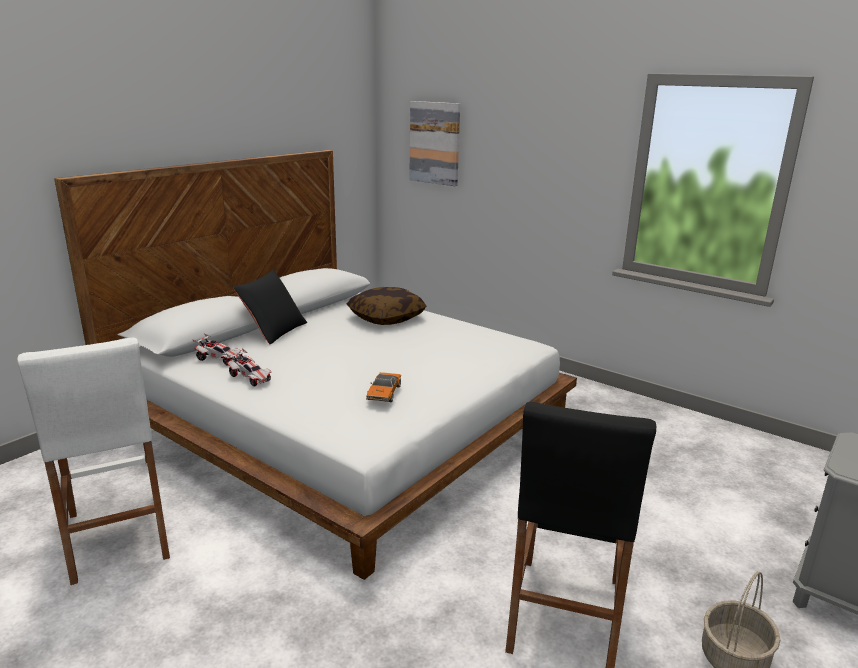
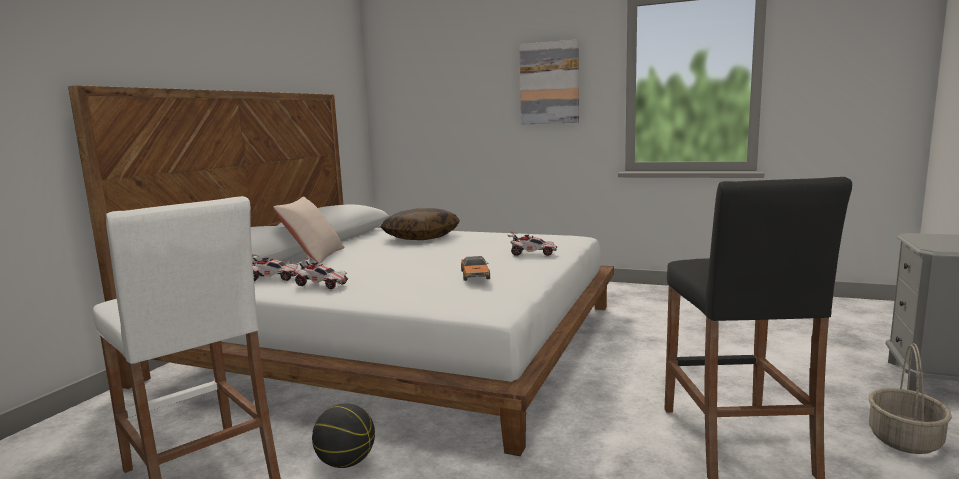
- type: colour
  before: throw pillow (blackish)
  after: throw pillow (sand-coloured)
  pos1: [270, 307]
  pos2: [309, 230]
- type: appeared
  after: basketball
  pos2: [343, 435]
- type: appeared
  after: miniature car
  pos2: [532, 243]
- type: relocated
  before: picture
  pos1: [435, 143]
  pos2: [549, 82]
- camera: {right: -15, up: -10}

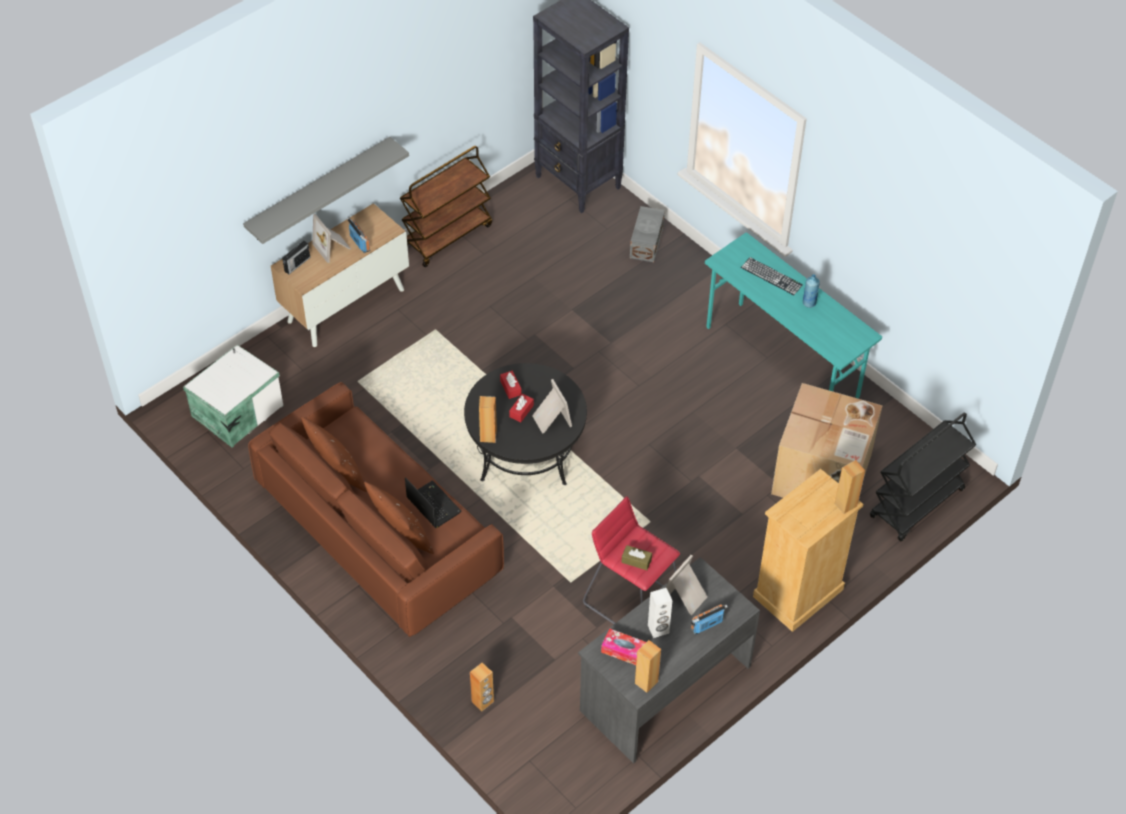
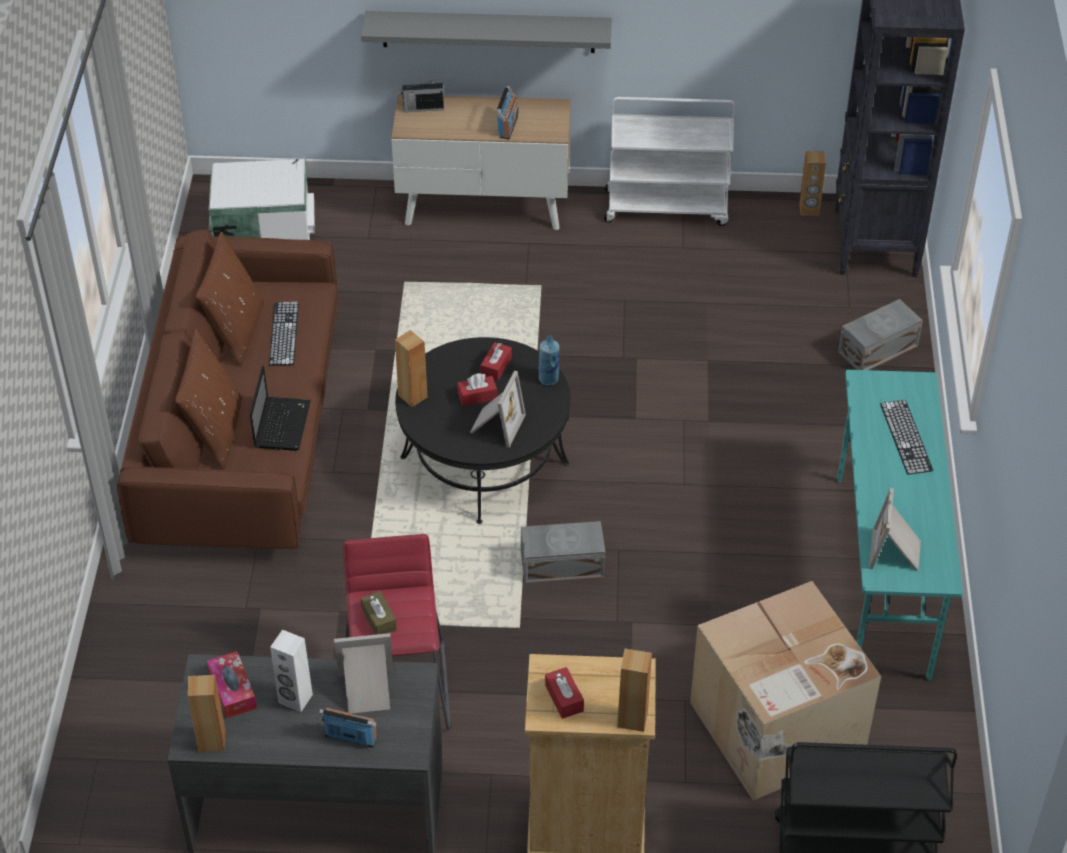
- type: appeared
  after: keyboard
  pos2: [284, 333]
- type: appeared
  after: storage bin (greyish)
  pos2: [563, 552]
- type: relocated
  before: beverage bottle (blue-coloured)
  pos1: [811, 291]
  pos2: [549, 360]
- type: appeared
  after: box of tissues (red)
  pos2: [564, 693]
- type: colour
  before: cart (brownish)
  after: cart (white)
  pos1: [446, 206]
  pos2: [669, 161]
- type: relocated
  before: audio speaker (brownish)
  pos1: [482, 687]
  pos2: [812, 183]
- type: relocated
  before: standing frame
  pos1: [331, 238]
  pos2: [895, 529]
- camera: {right: 45, up: -5}

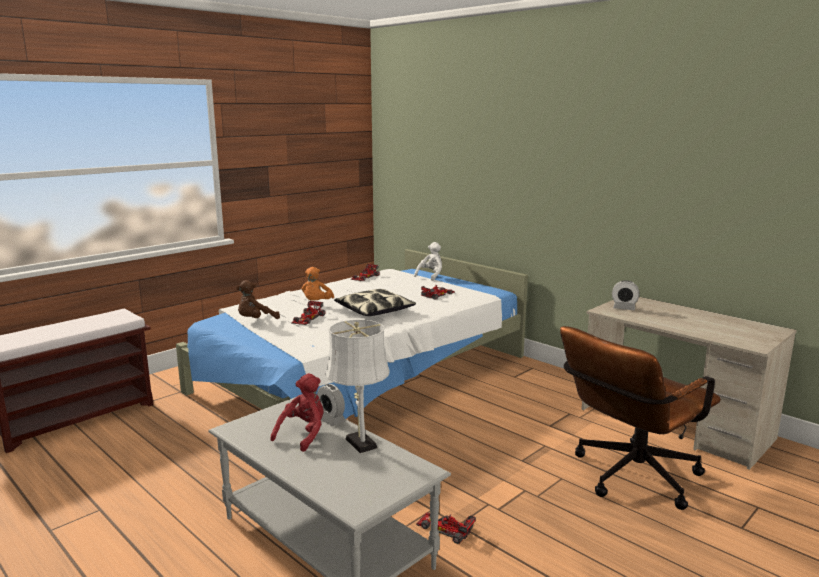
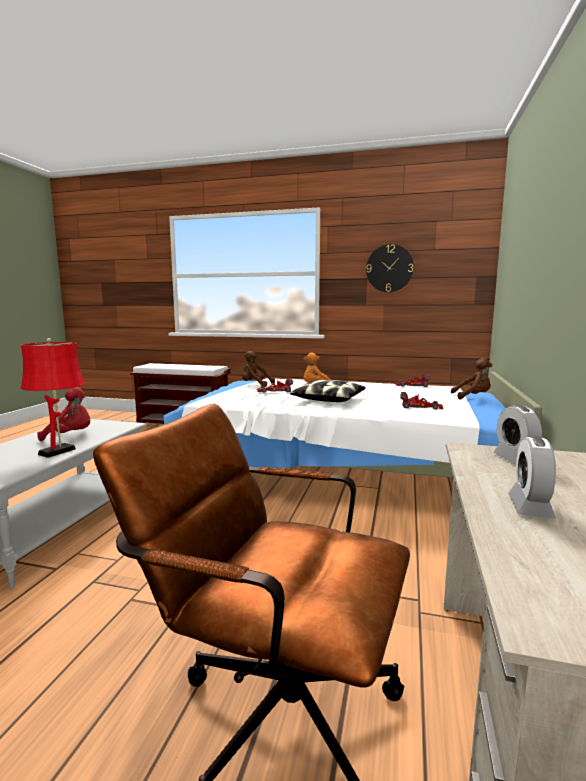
- type: colour
  before: tabletop lamp (white)
  after: tabletop lamp (red)
  pos1: [357, 386]
  pos2: [53, 398]
- type: appeared
  after: hanging clock
  pos2: [390, 268]
- type: colour
  before: plush toy (white)
  after: plush toy (brownish)
  pos1: [428, 261]
  pos2: [472, 379]
- type: relocated
  before: bedside clock
  pos1: [331, 405]
  pos2: [532, 477]
- type: missing
  before: miniature car
  pos1: [446, 528]
- camera: {right: 60, up: -5}

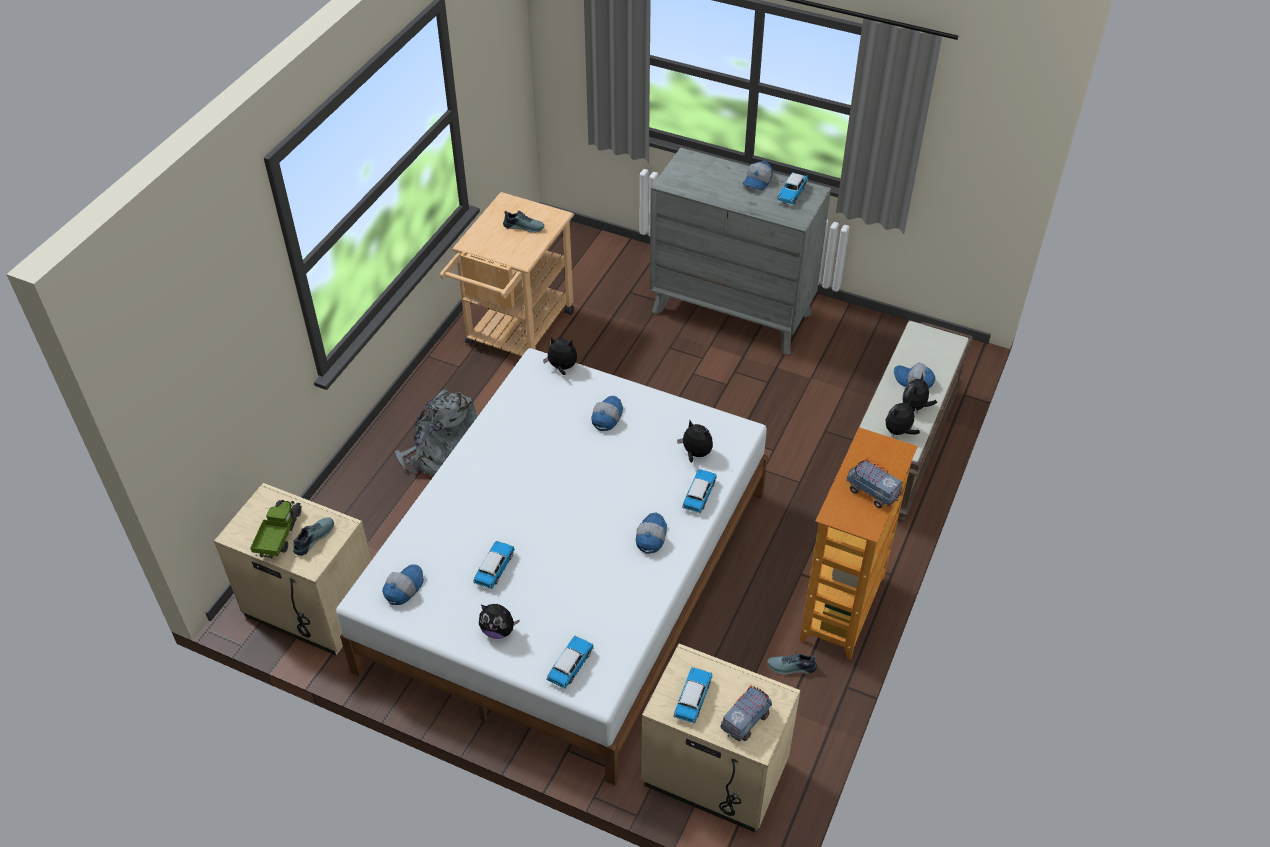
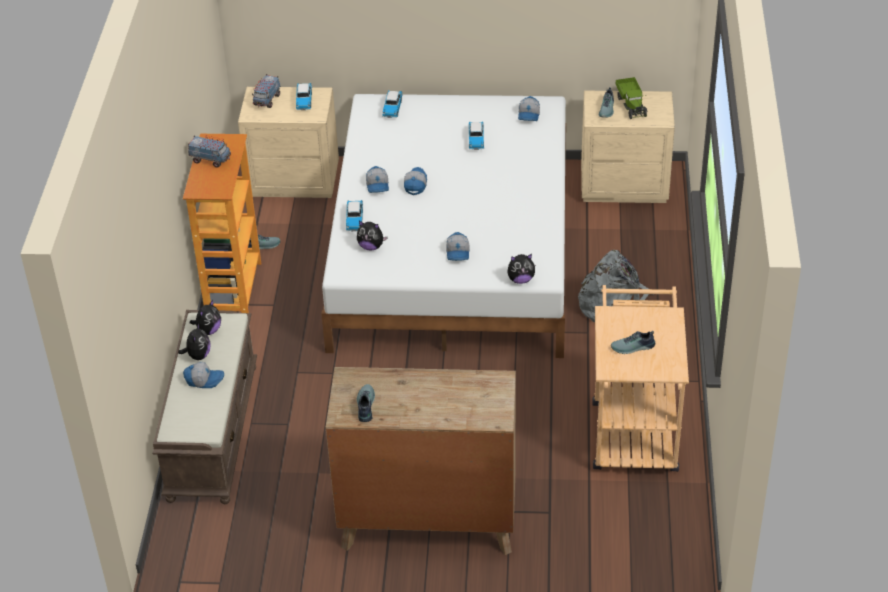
- type: colour
  before: dresser (greyish)
  after: dresser (brownish)
  pos1: [740, 250]
  pos2: [421, 461]
- type: exchanged
  before: miniature car
  after: low shoe
  pos1: [792, 188]
  pos2: [366, 403]
- type: relocated
  before: baseball cap
  pos1: [758, 175]
  pos2: [415, 181]
- type: missing
  before: plush toy
  pos1: [499, 621]
- camera: {right: 160, up: -5}

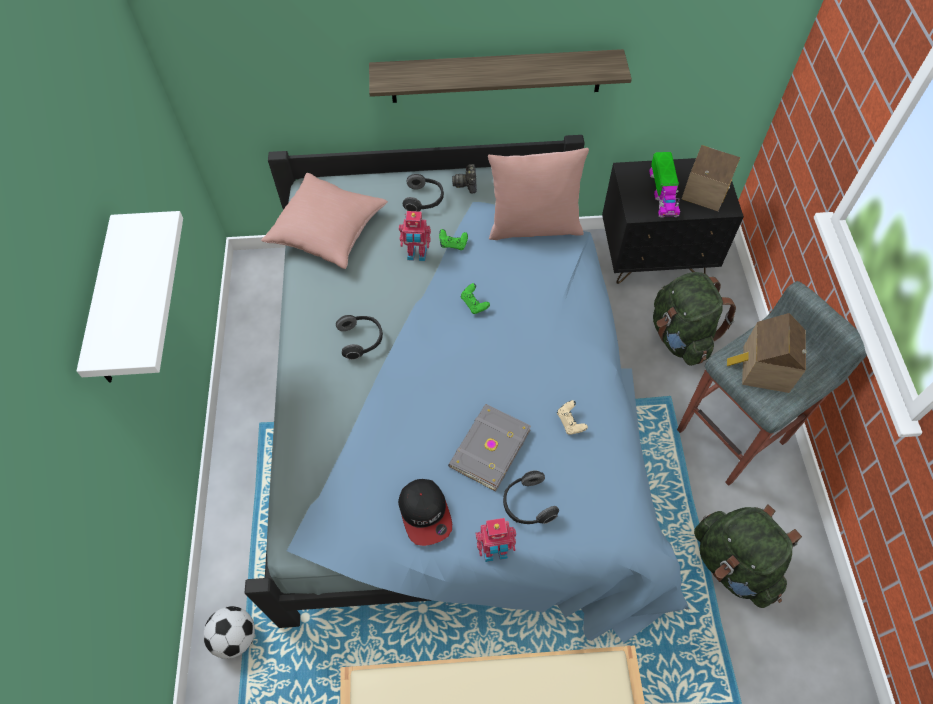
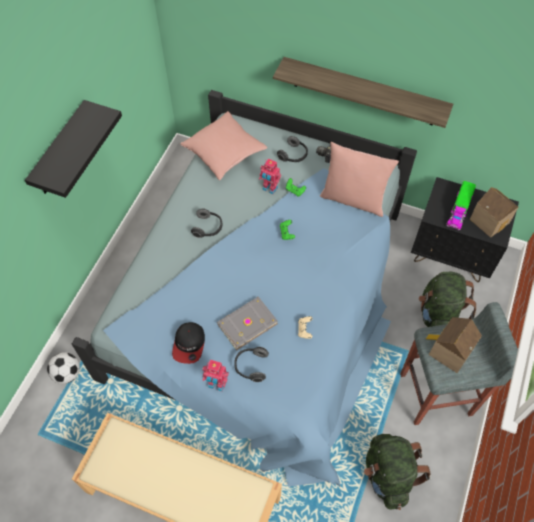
- type: colour
  before: bracket shelf (white)
  after: bracket shelf (blackish)
  pos1: [130, 297]
  pos2: [73, 149]
- camera: {right: 25, up: 0}

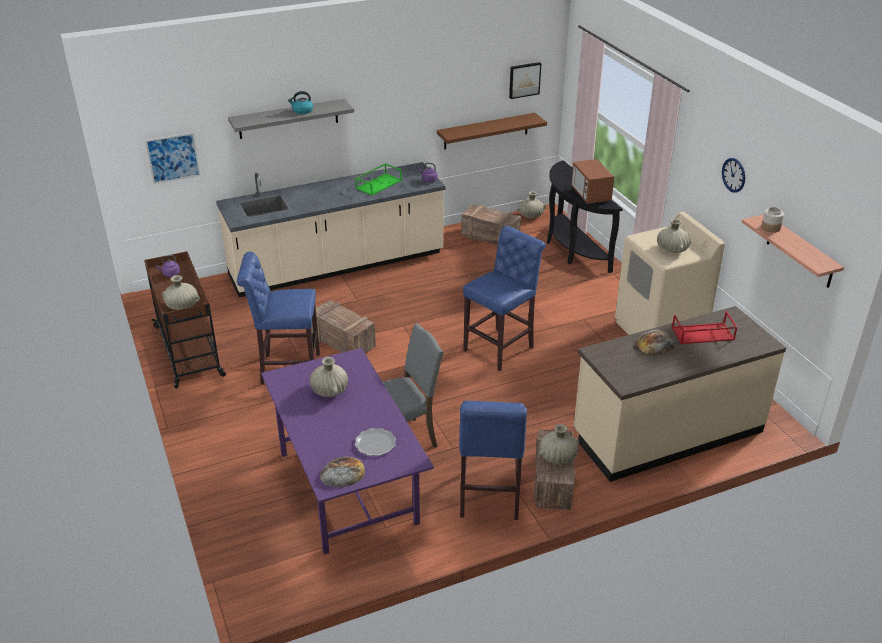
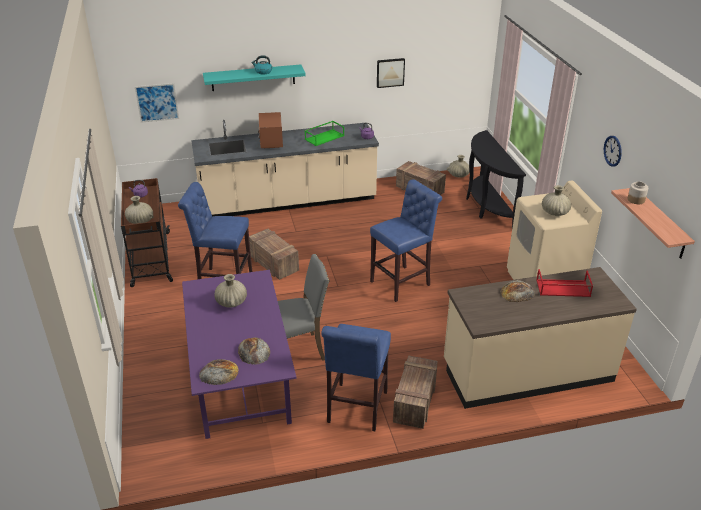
- type: colour
  before: bracket shelf (greyish)
  after: bracket shelf (turquoise-coloured)
  pos1: [291, 119]
  pos2: [254, 77]
- type: exchanged
  before: dinner plate
  after: bread
  pos1: [375, 442]
  pos2: [254, 351]
- type: relocated
  before: microwave oven
  pos1: [592, 181]
  pos2: [270, 130]
- type: relocated
  before: picture
  pos1: [525, 80]
  pos2: [391, 73]
- type: missing
  before: bracket shelf (brownish)
  pos1: [492, 131]
- type: missing
  before: flower vase (sand-coloured)
  pos1: [559, 444]
- camera: {right: 10, up: 0}

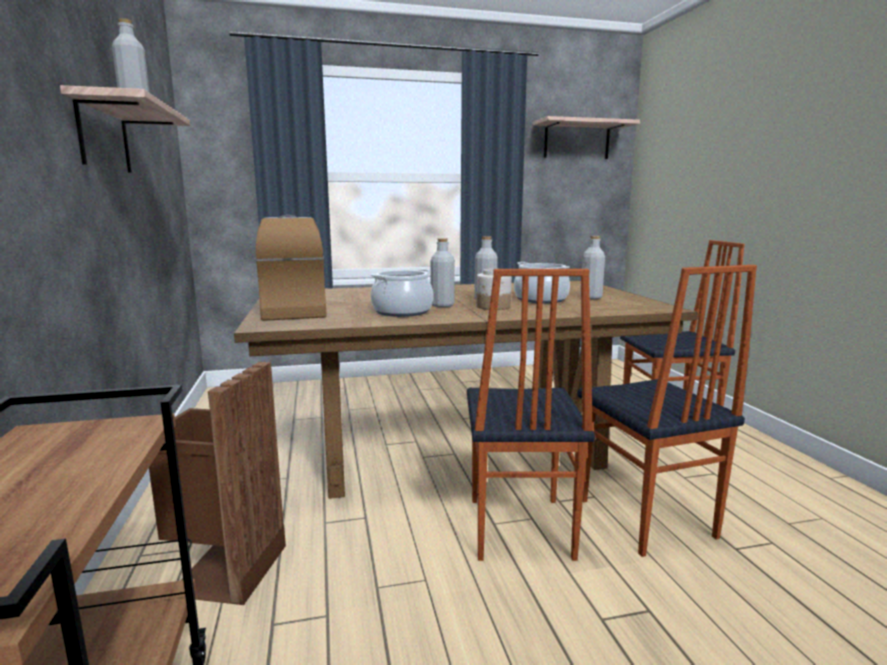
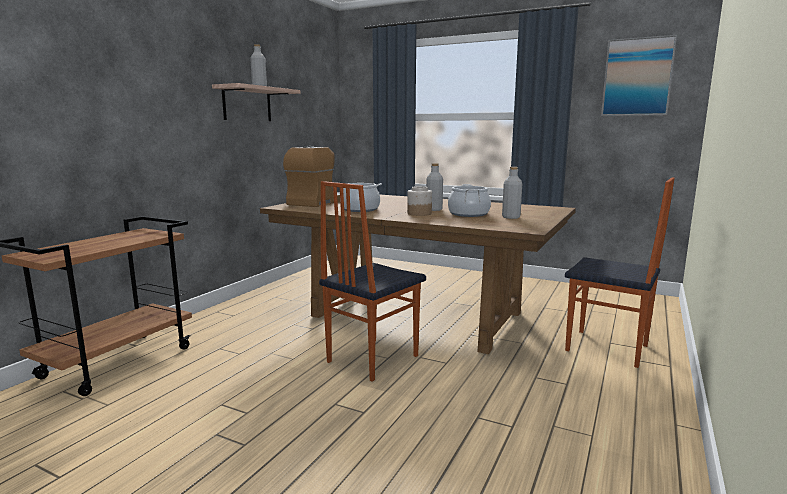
- type: exchanged
  before: bracket shelf
  after: picture
  pos1: [586, 137]
  pos2: [639, 75]
- type: missing
  before: waste bin (brownish)
  pos1: [217, 483]
- type: missing
  before: beverage bottle (greyish)
  pos1: [442, 272]
- type: missing
  before: plain chair
  pos1: [667, 411]
- camera: {right: 40, up: 0}

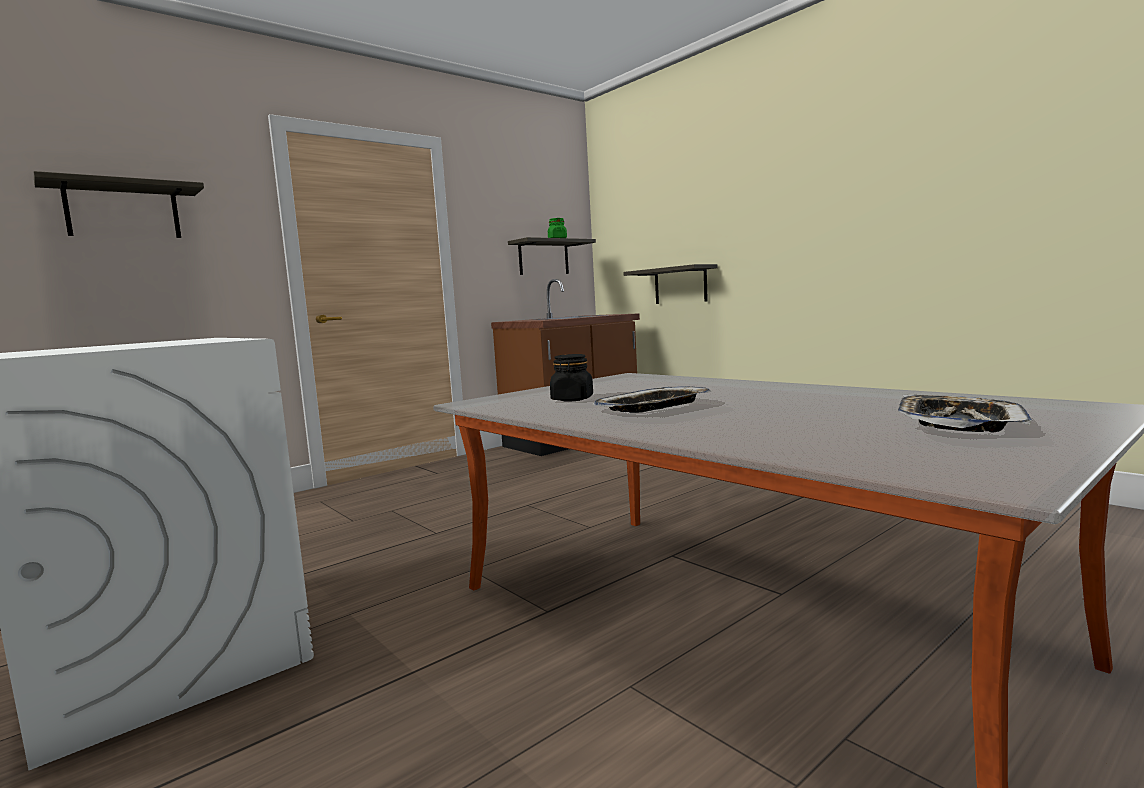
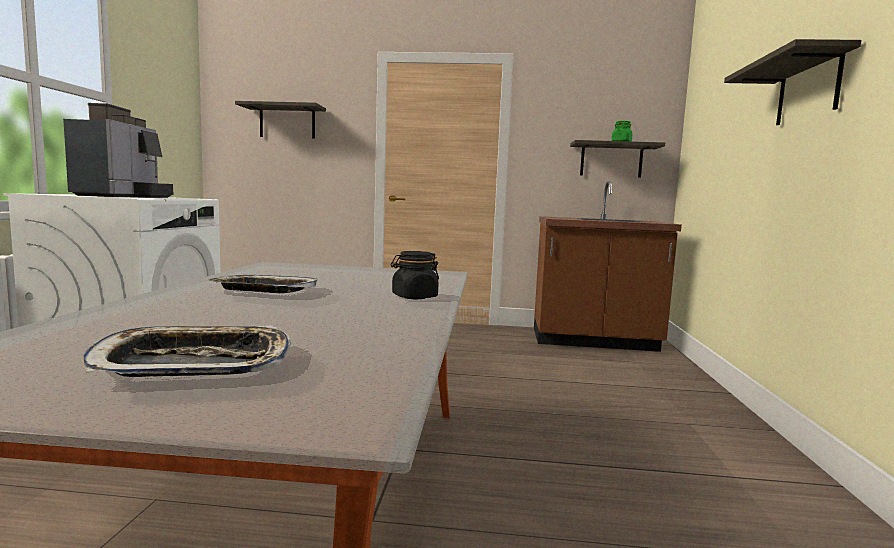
- type: appeared
  after: coffee maker
  pos2: [118, 150]
- type: relocated
  before: storage jar (blackish)
  pos1: [571, 378]
  pos2: [415, 275]
- type: relocated
  before: bracket shelf
  pos1: [670, 284]
  pos2: [792, 82]
- camera: {right: 45, up: 0}

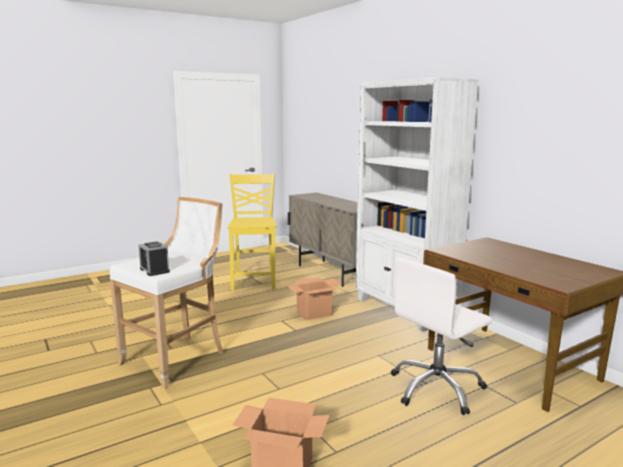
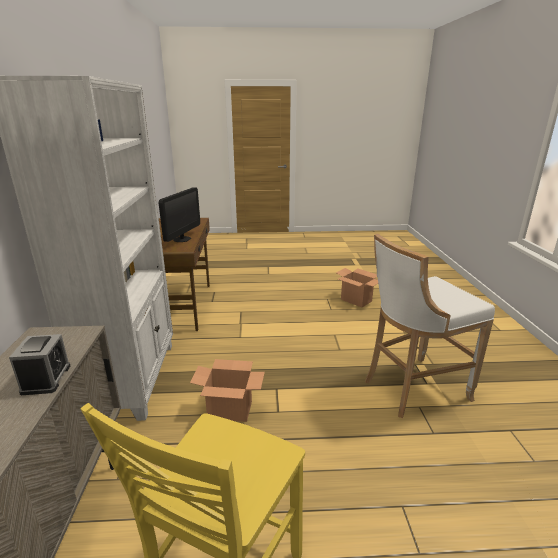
- type: relocated
  before: bedside clock
  pos1: [154, 259]
  pos2: [39, 364]
- type: appeared
  after: monitor
  pos2: [179, 214]
- type: missing
  before: computer chair (white)
  pos1: [441, 336]
- camera: {right: -150, up: 10}

